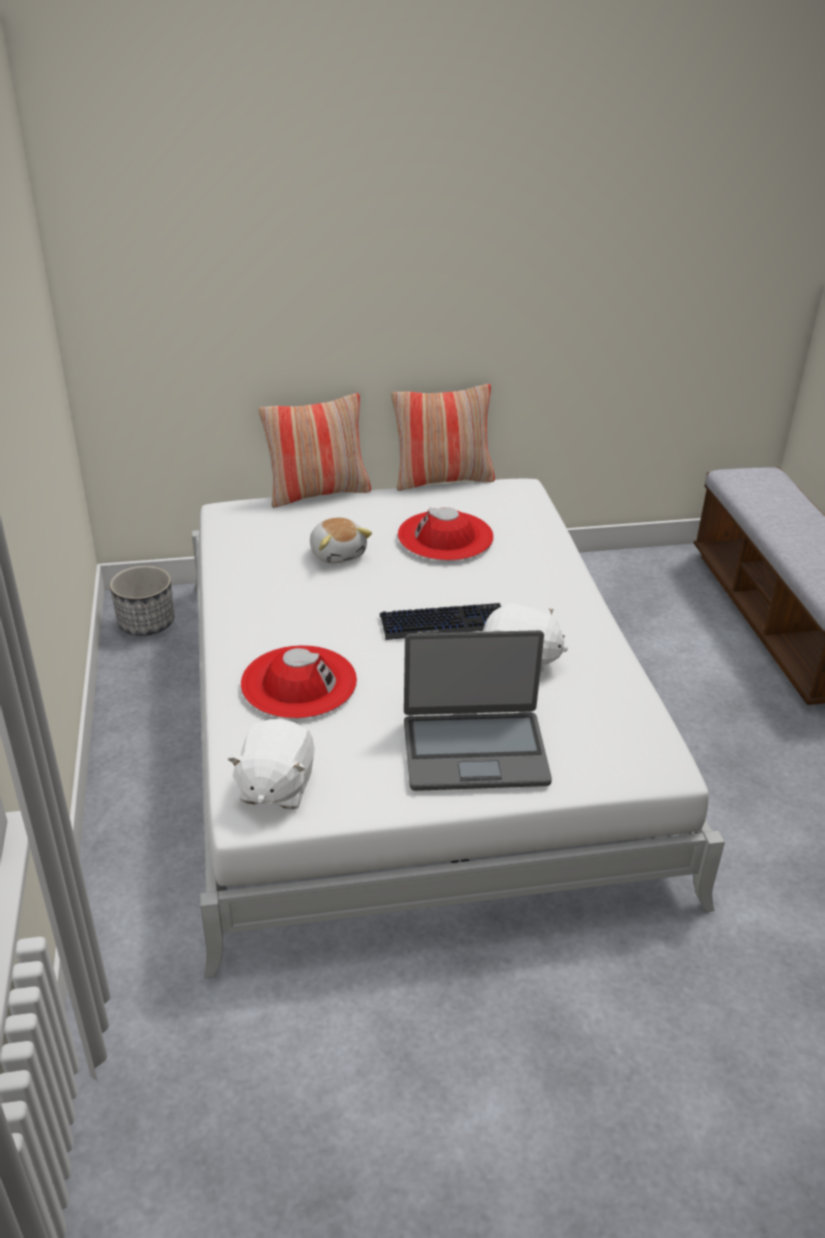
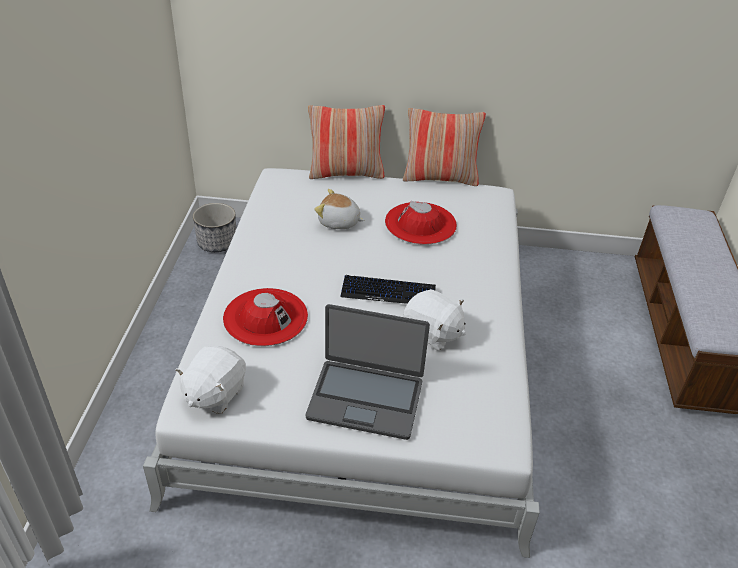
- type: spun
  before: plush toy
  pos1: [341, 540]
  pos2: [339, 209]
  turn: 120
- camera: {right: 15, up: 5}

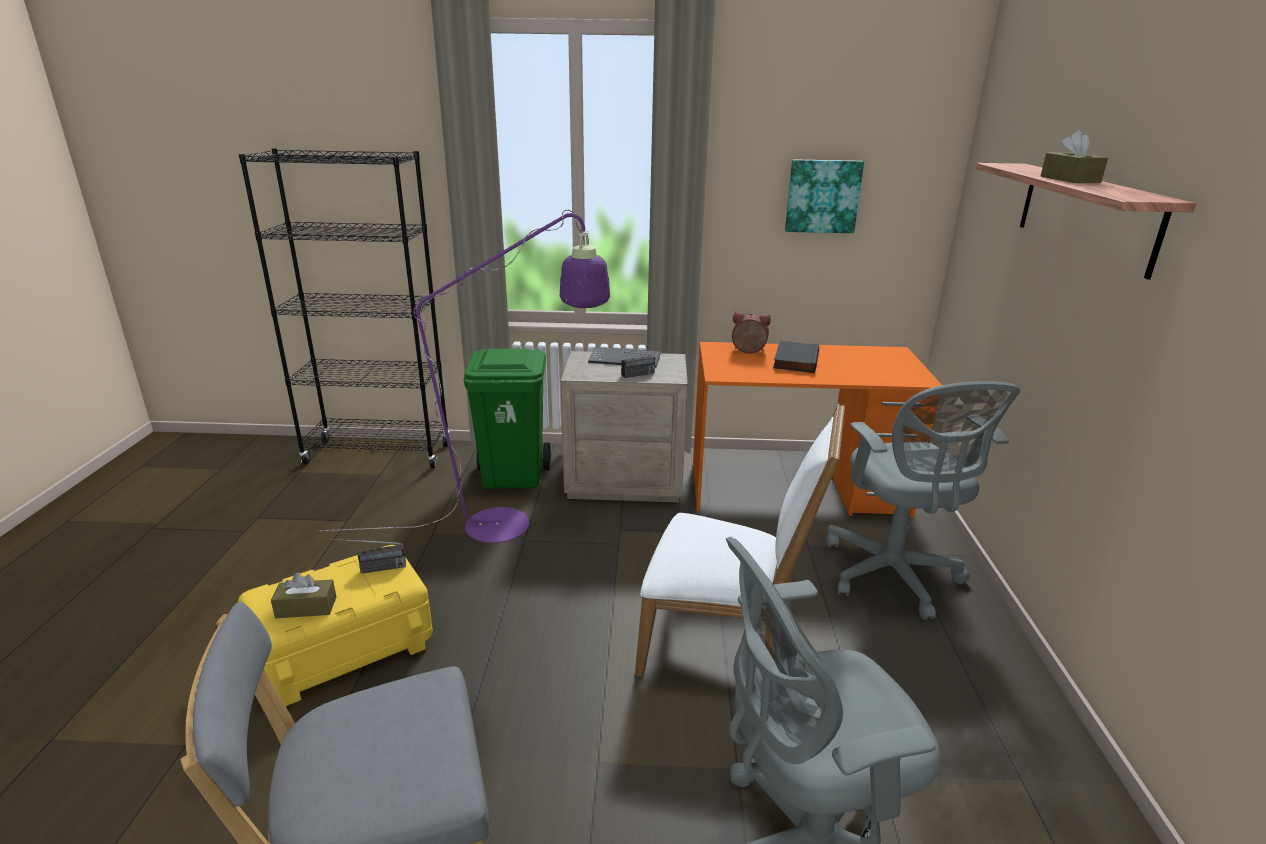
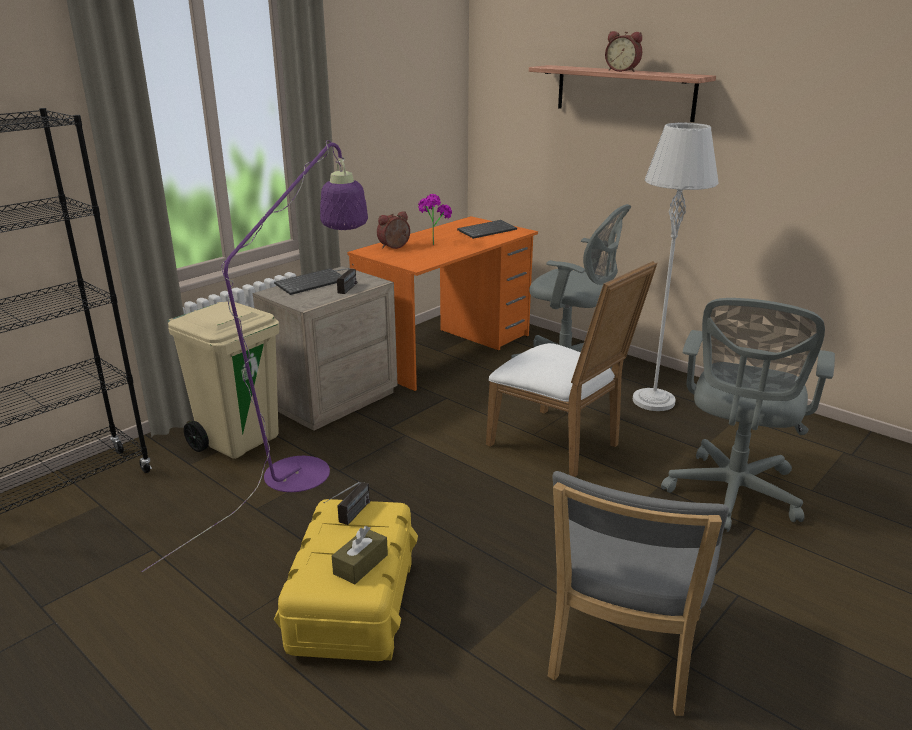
- type: colour
  before: waste bin (green)
  after: waste bin (sand-coloured)
  pos1: [507, 419]
  pos2: [223, 380]
- type: exchanged
  before: book (blackish)
  after: plant in a pot
  pos1: [796, 357]
  pos2: [435, 219]
- type: appeared
  after: keyboard
  pos2: [487, 229]
- type: spun
  before: plain chair (white)
  pos1: [740, 540]
  pos2: [571, 369]
  turn: 75
- type: exchanged
  before: box of tissues (brownish)
  after: bedside clock
  pos1: [1074, 156]
  pos2: [623, 51]
- type: appeared
  after: floor lamp (greyish)
  pos2: [676, 267]
- type: missing
  before: picture
  pos1: [824, 196]
- camera: {right: -50, up: 0}

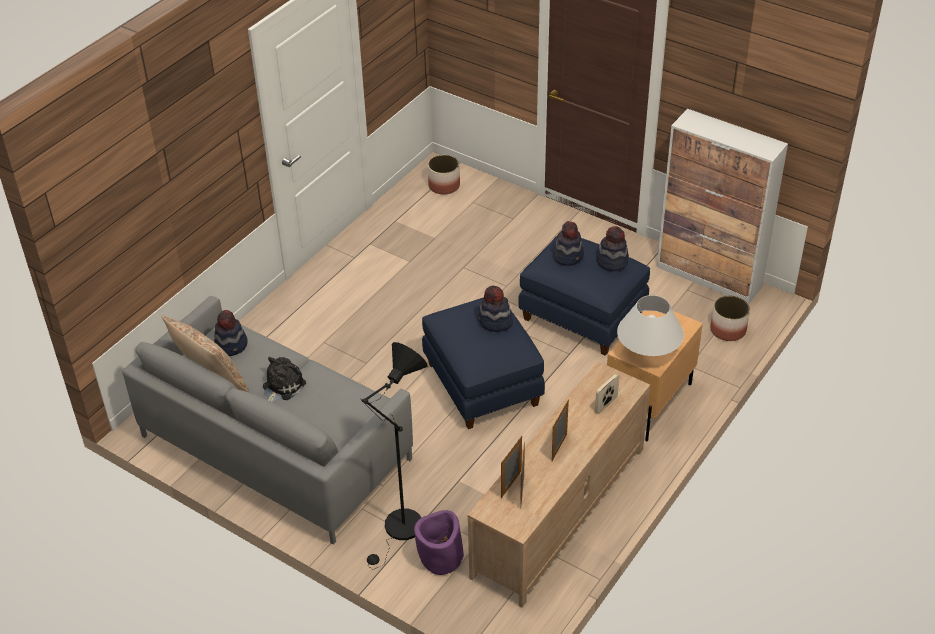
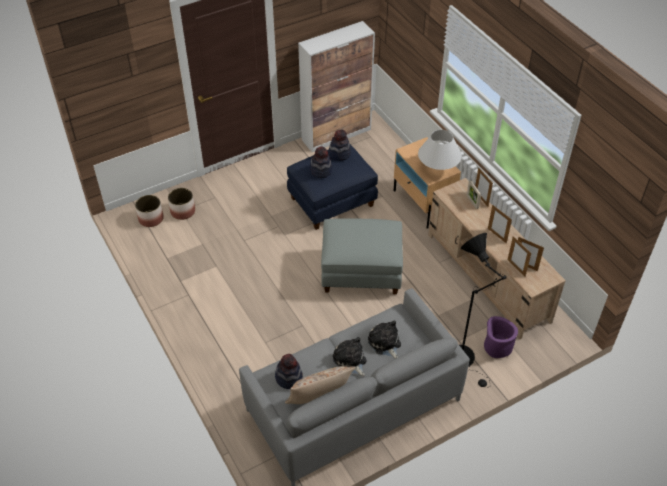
- type: relocated
  before: flower pot
  pos1: [730, 318]
  pos2: [181, 204]
- type: colour
  before: ottoman (blue-coloured)
  after: ottoman (greyish)
  pos1: [483, 363]
  pos2: [362, 256]
- type: appeared
  after: plush toy
  pos2: [384, 339]
- type: appeared
  after: standing frame
  pos2: [484, 187]
- type: missing
  before: wearable hat
  pos1: [495, 309]
- camera: {right: -65, up: 5}

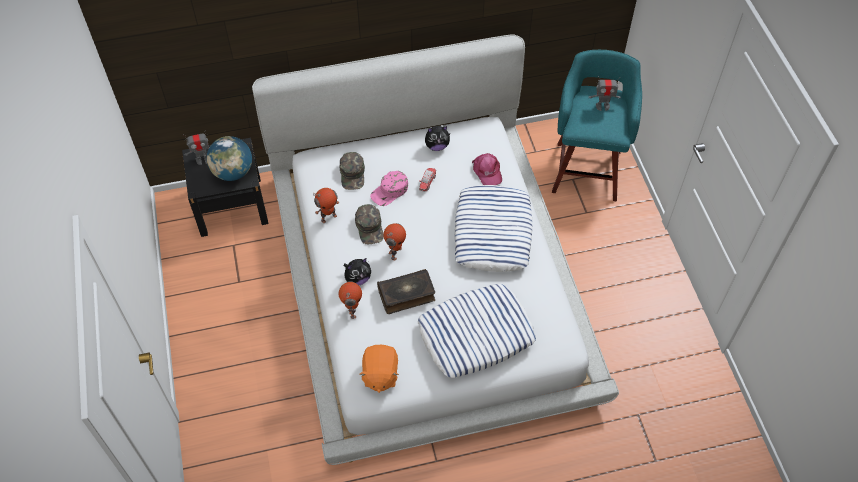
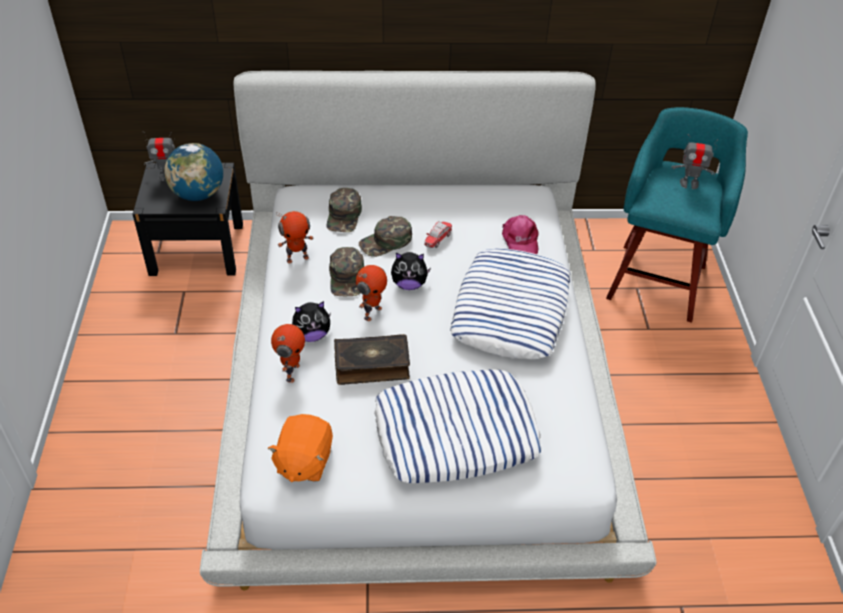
- type: colour
  before: baseball cap (pinkish)
  after: baseball cap (green)
  pos1: [389, 188]
  pos2: [385, 236]
- type: relocated
  before: plush toy
  pos1: [437, 138]
  pos2: [411, 271]
- camera: {right: 10, up: -10}

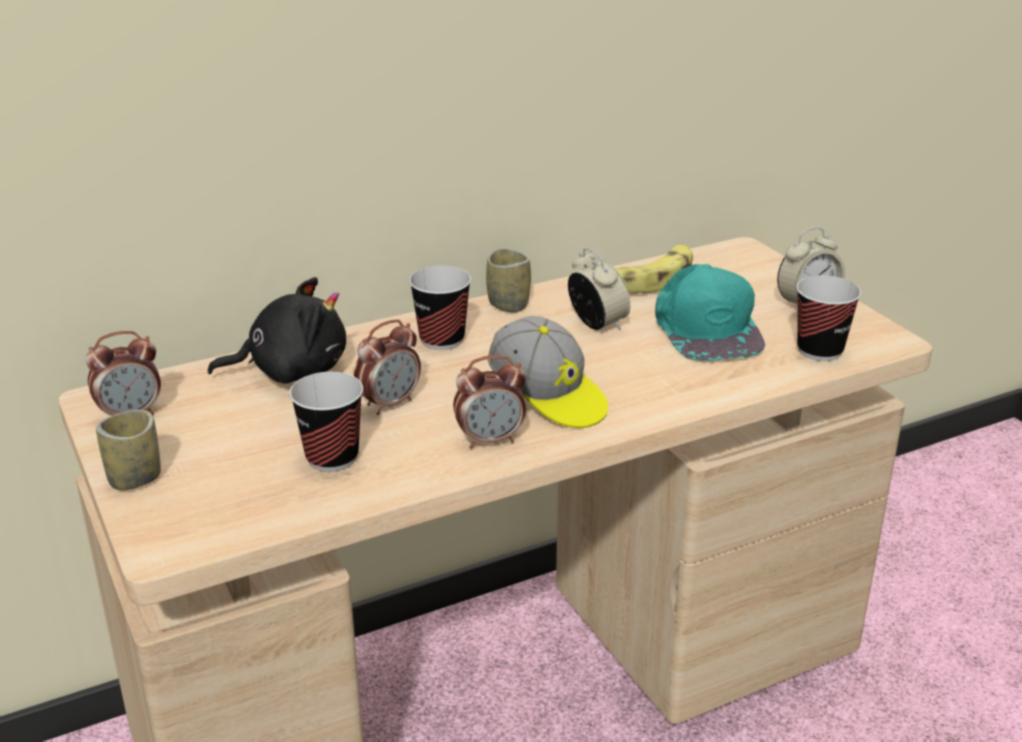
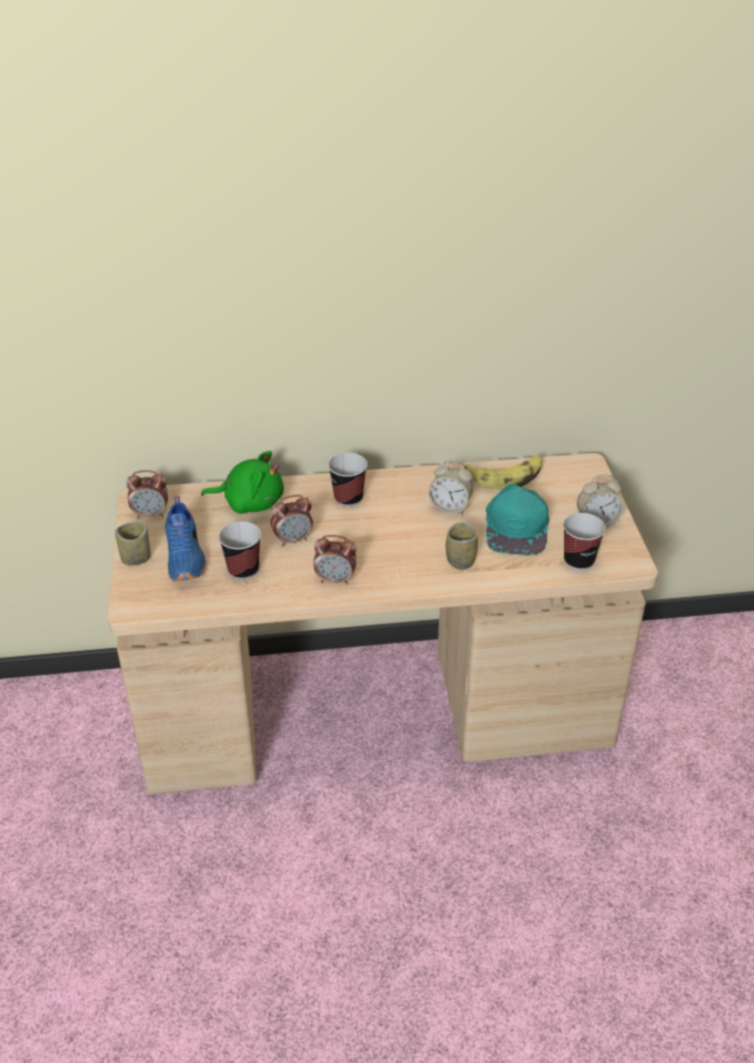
- type: appeared
  after: low shoe (blue-coloured)
  pos2: [185, 538]
- type: colour
  before: plush toy (blackish)
  after: plush toy (green)
  pos1: [276, 330]
  pos2: [242, 482]
- type: spun
  before: bedside clock
  pos1: [599, 289]
  pos2: [450, 487]
  turn: 120
- type: relocated
  before: drinking cup
  pos1: [508, 280]
  pos2: [462, 546]
- type: missing
  before: baseball cap
  pos1: [547, 372]
- camera: {right: 20, up: 10}

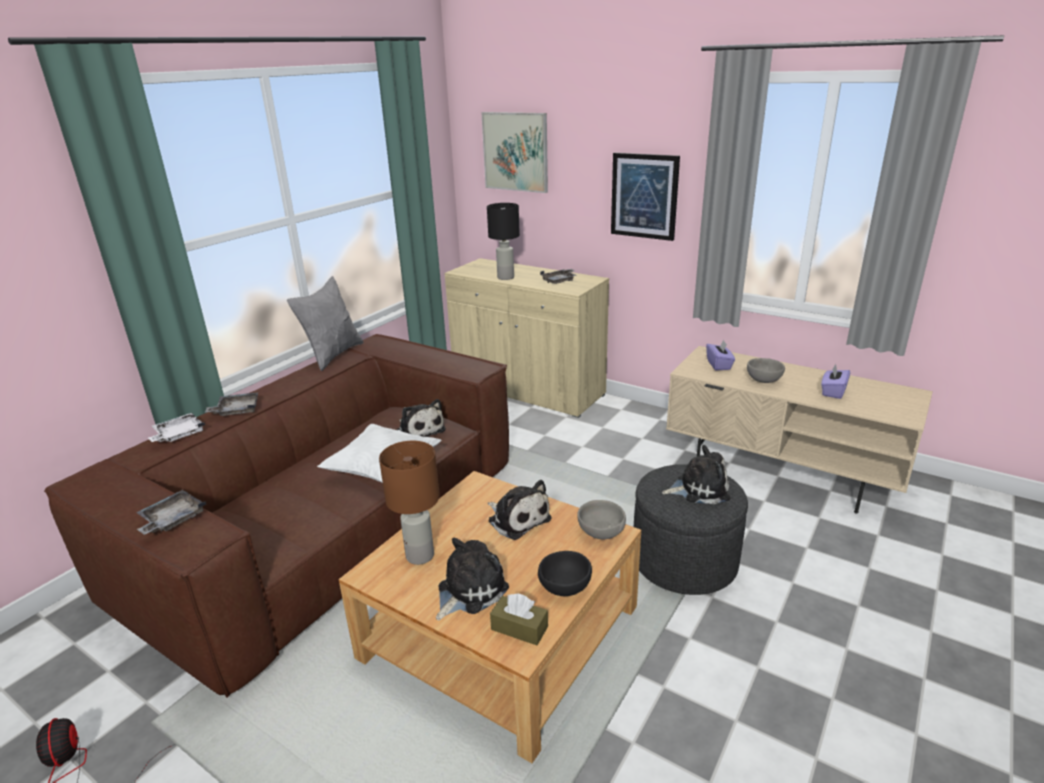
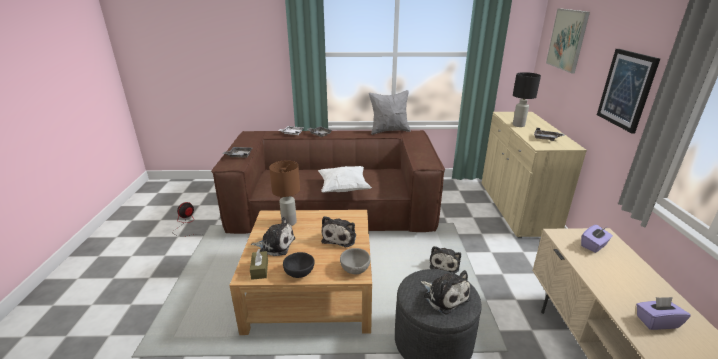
- type: relocated
  before: plush toy
  pos1: [421, 418]
  pos2: [445, 260]
- type: missing
  before: serving bowl (greyish)
  pos1: [766, 370]
- camera: {right: 55, up: 0}

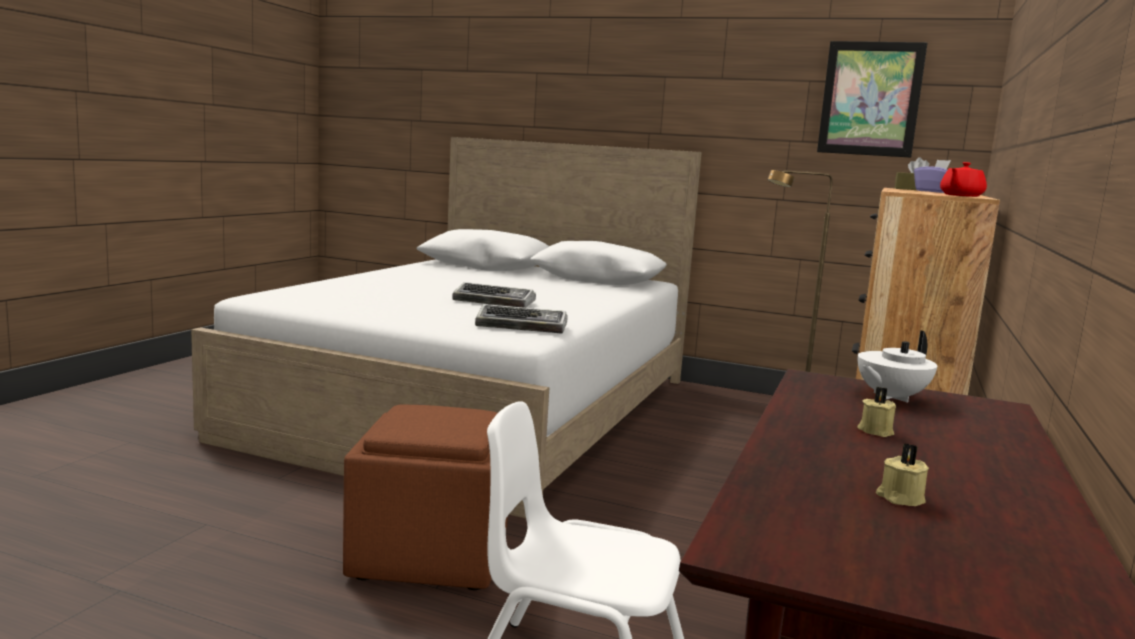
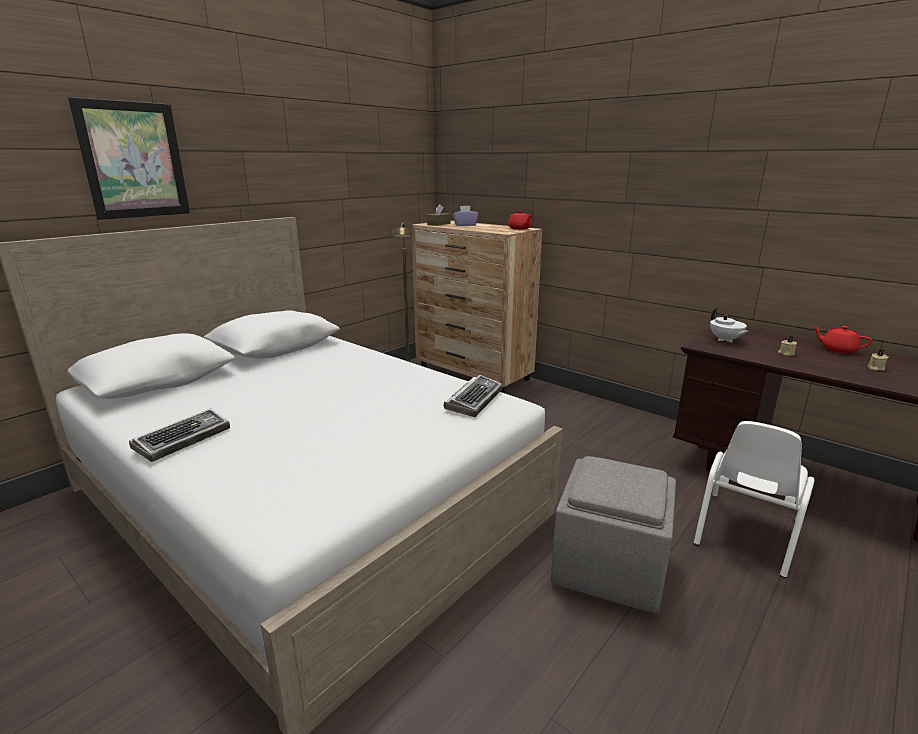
- type: relocated
  before: picture
  pos1: [872, 99]
  pos2: [129, 158]
- type: relocated
  before: keyboard
  pos1: [494, 295]
  pos2: [179, 435]
- type: colour
  before: ottoman (brownish)
  after: ottoman (greyish)
  pos1: [425, 497]
  pos2: [613, 535]
- type: appeared
  after: tea pot (red)
  pos2: [842, 339]
- camera: {right: -70, up: 10}

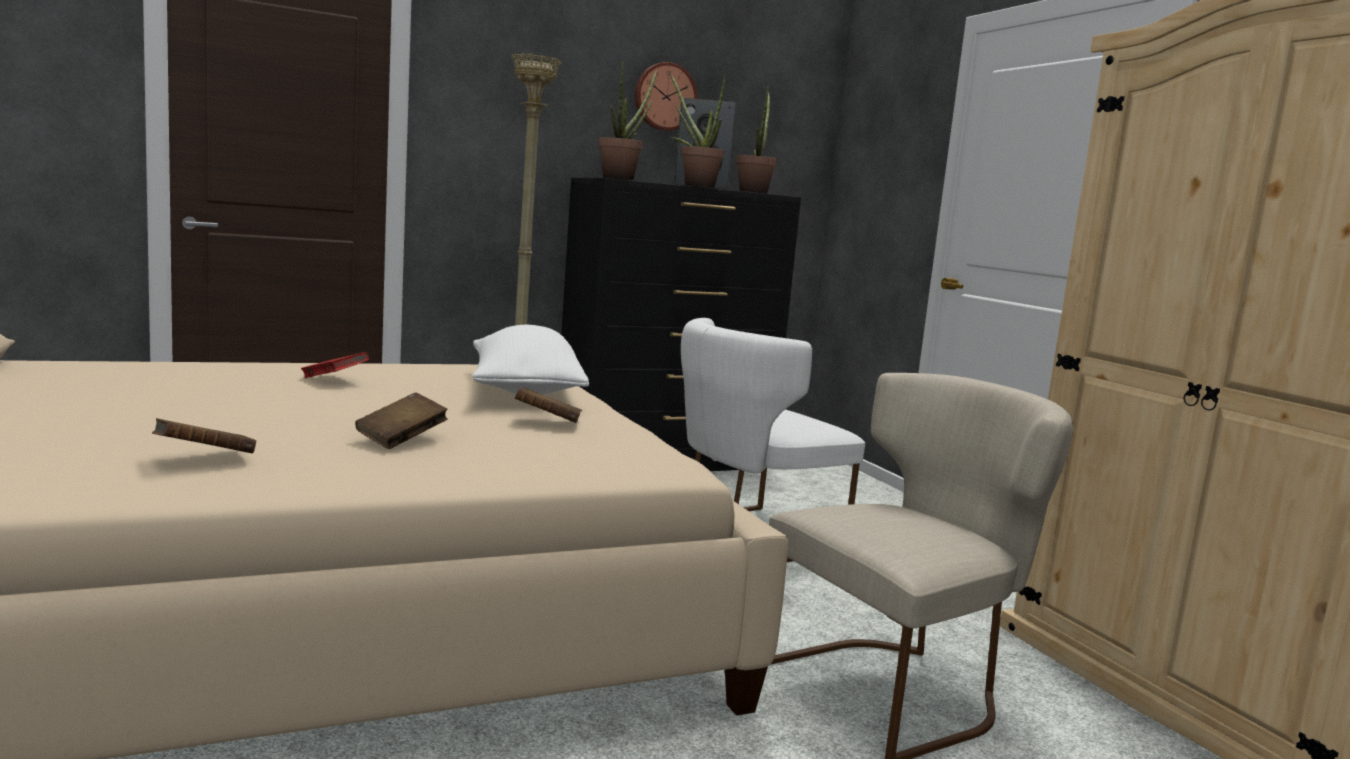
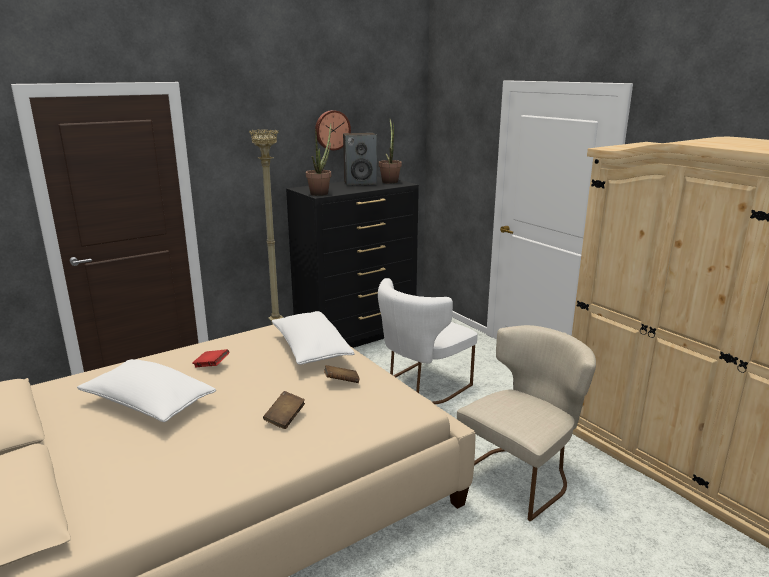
- type: appeared
  after: throw pillow (white)
  pos2: [146, 390]
- type: missing
  before: book (brownish)
  pos1: [204, 435]
- type: missing
  before: plant in a pot
  pos1: [698, 130]
- camera: {right: -10, up: 10}

